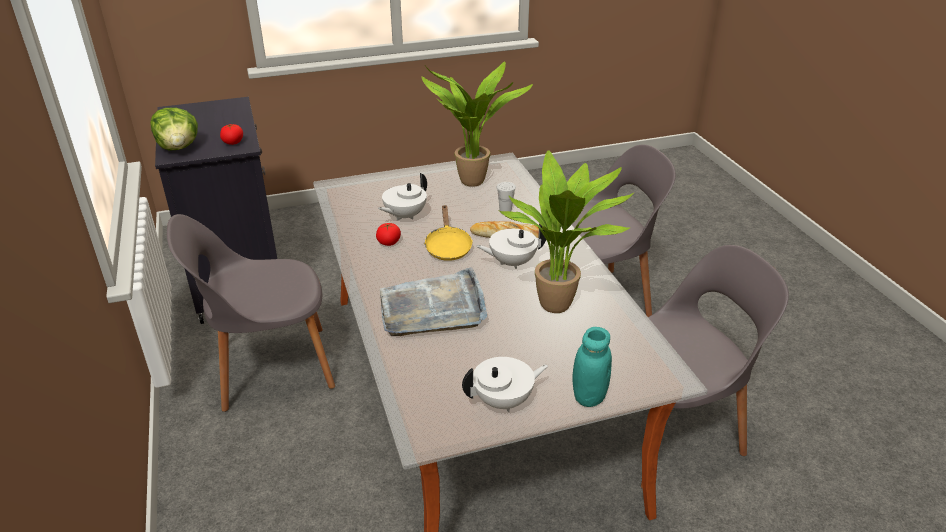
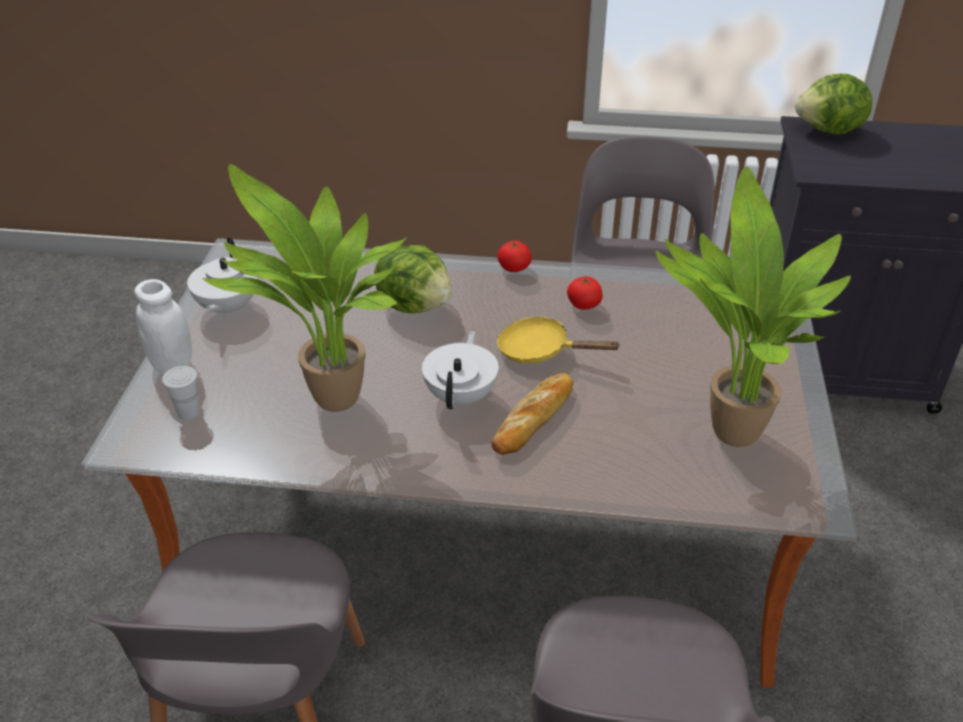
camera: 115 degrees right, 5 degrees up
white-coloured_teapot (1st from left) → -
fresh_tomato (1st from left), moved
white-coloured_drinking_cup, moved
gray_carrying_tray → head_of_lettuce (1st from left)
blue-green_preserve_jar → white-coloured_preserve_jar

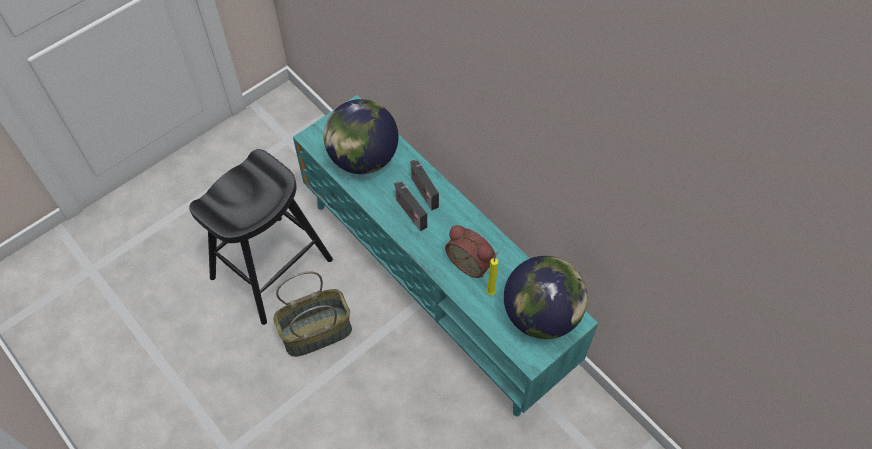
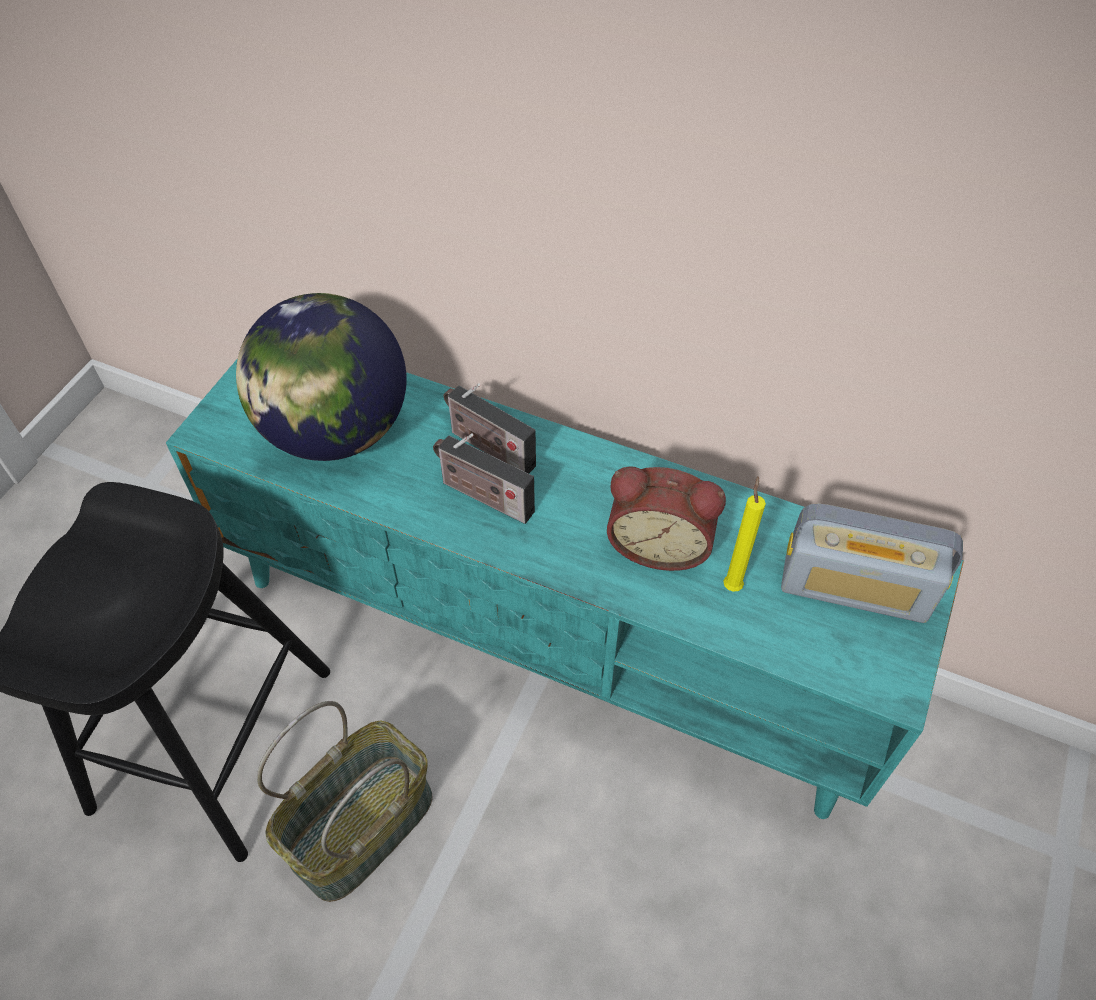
camera: 25 degrees left, 5 degrees down
globe (2nd from left) → radio (3rd from left)

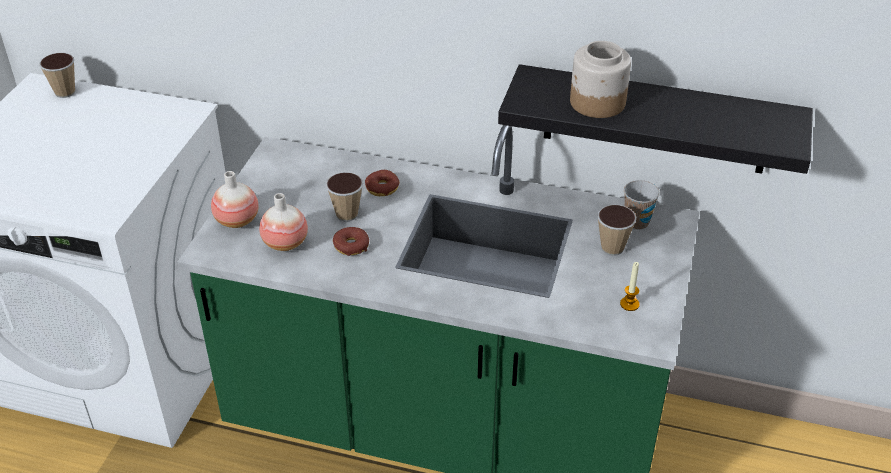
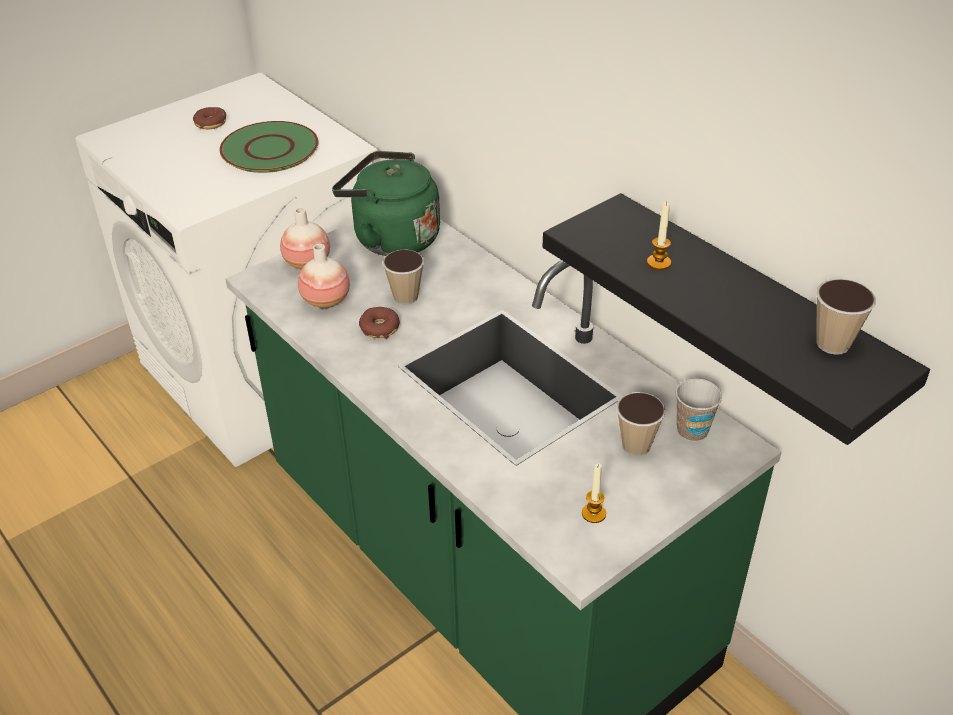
camera: 35 degrees right, 0 degrees up
- → green_plate
- → green_tea_kettle
drinking_cup (1st from left in the first image) → drinking_cup (4th from left), moved
doughnut (2nd from left in the first image) → doughnut (1st from left), moved
preserve_jar → wax_candle (2nd from left)

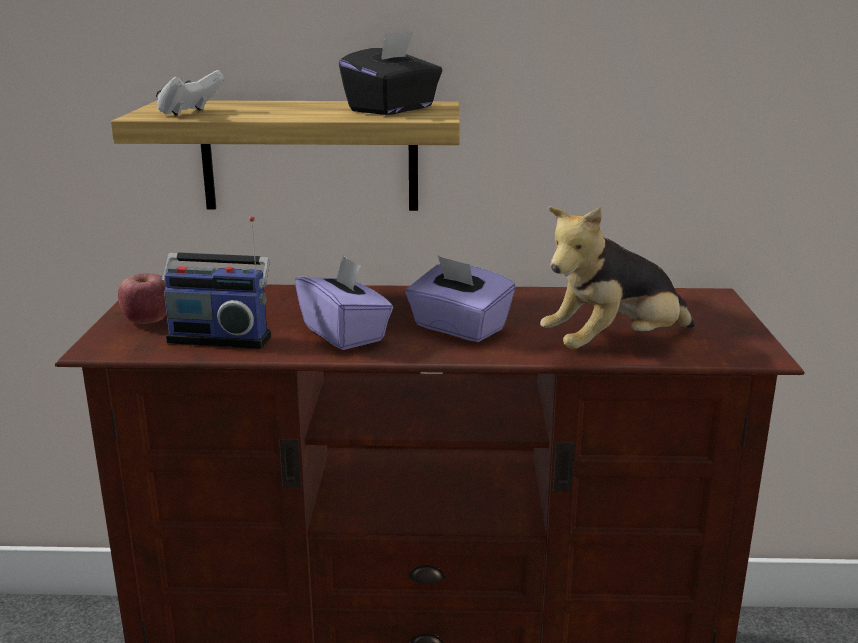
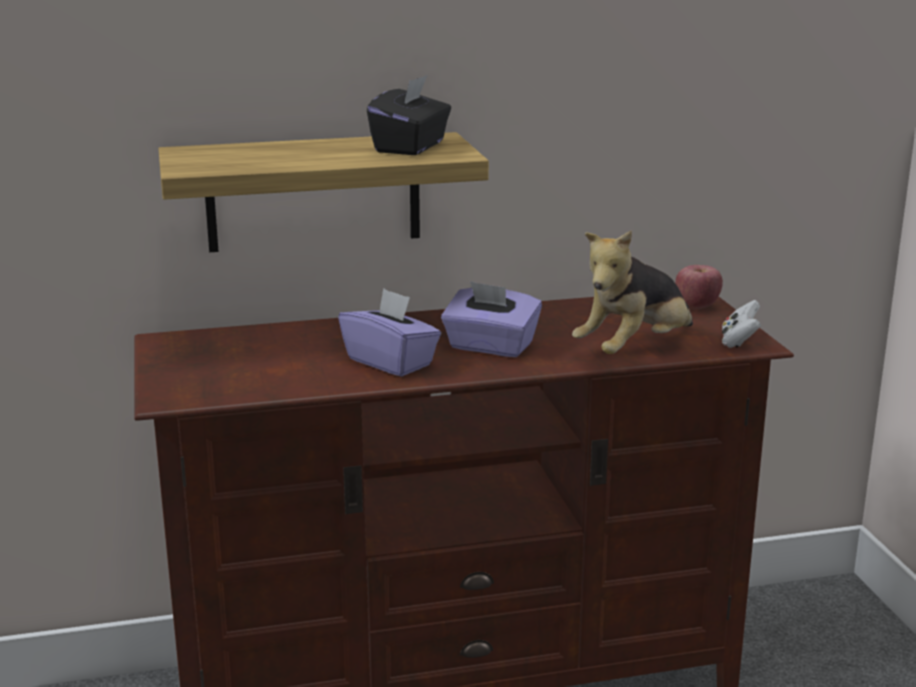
camera: 15 degrees left, 0 degrees up
radio → -
apple_fruit, moved
white-coloured_joypad, moved

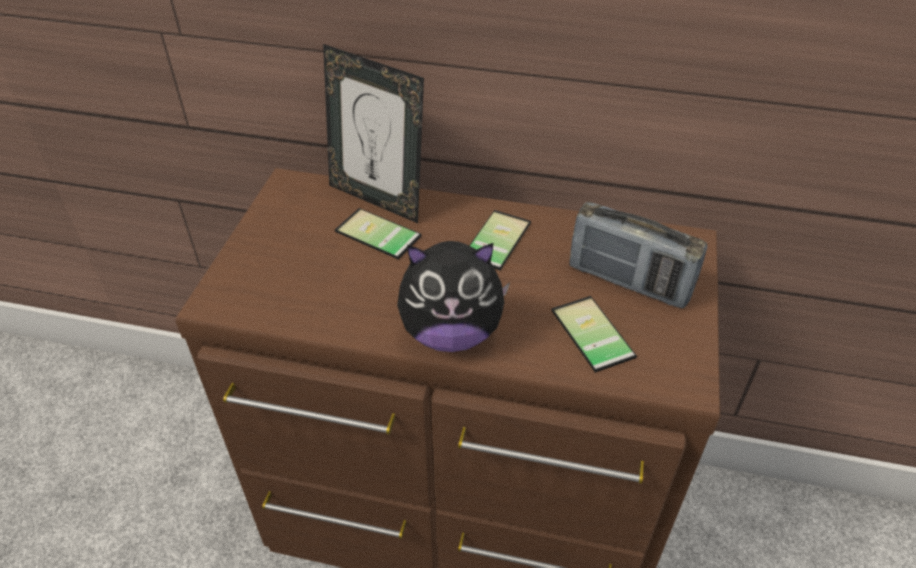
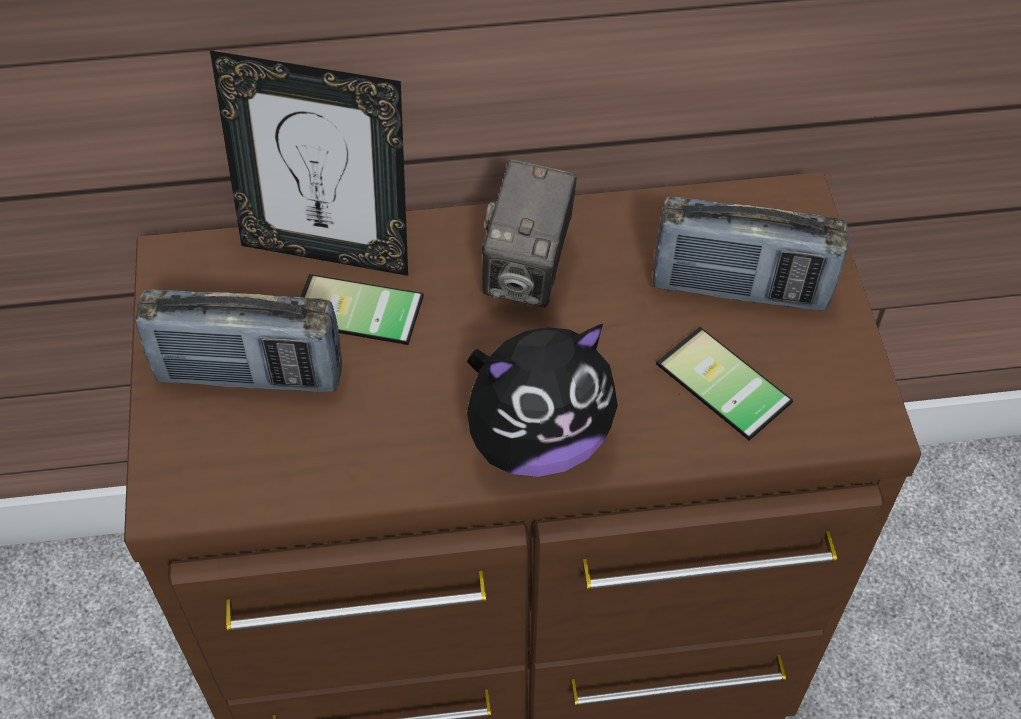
camera: 20 degrees left, 10 degrees up
- → radio (1st from left)
handset (2nd from left) → photo_camera

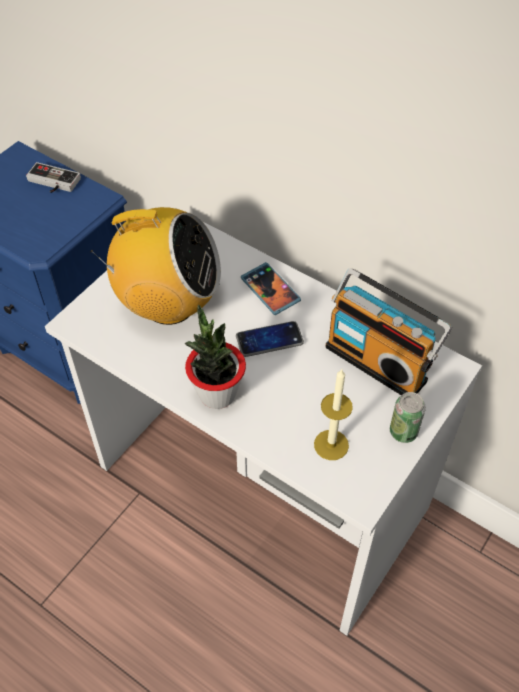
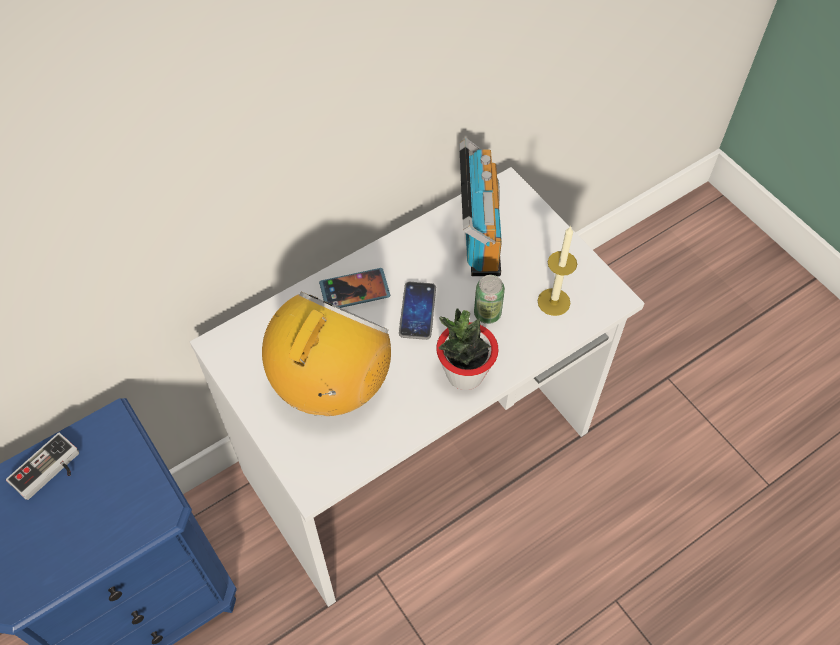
camera: 70 degrees left, 5 degrees up
sealed_can, moved
radio (2nd from left), 60 degrees counterclockwise

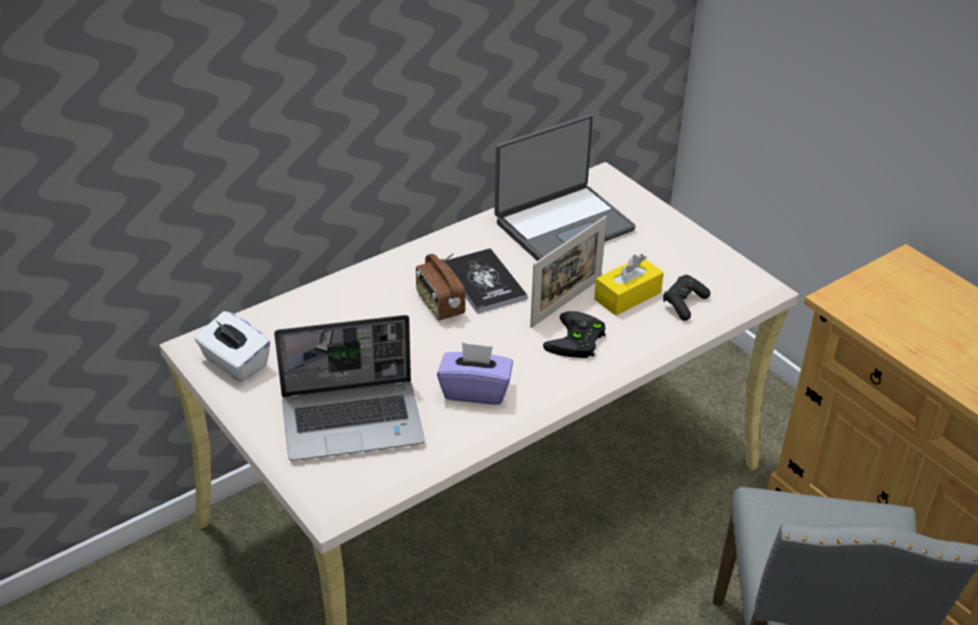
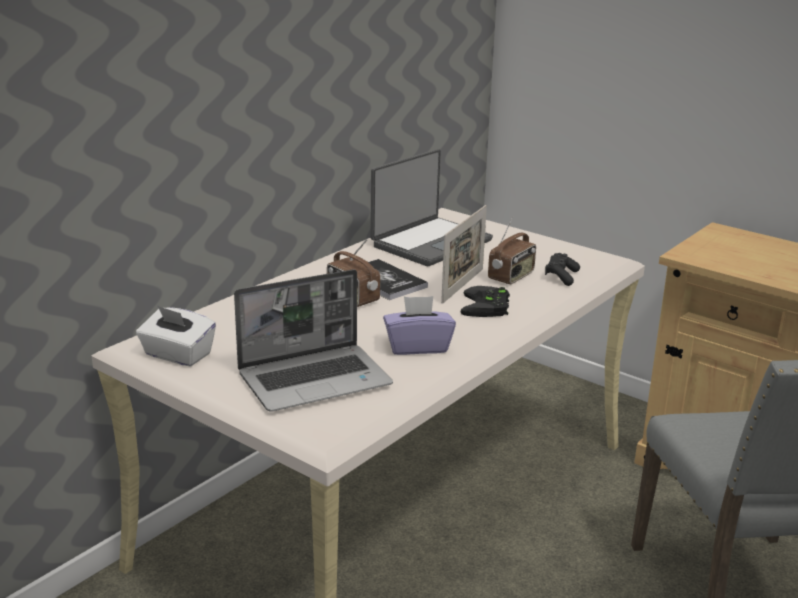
camera: 15 degrees left, 15 degrees down
yellow_tissue_holder → radio (2nd from left)

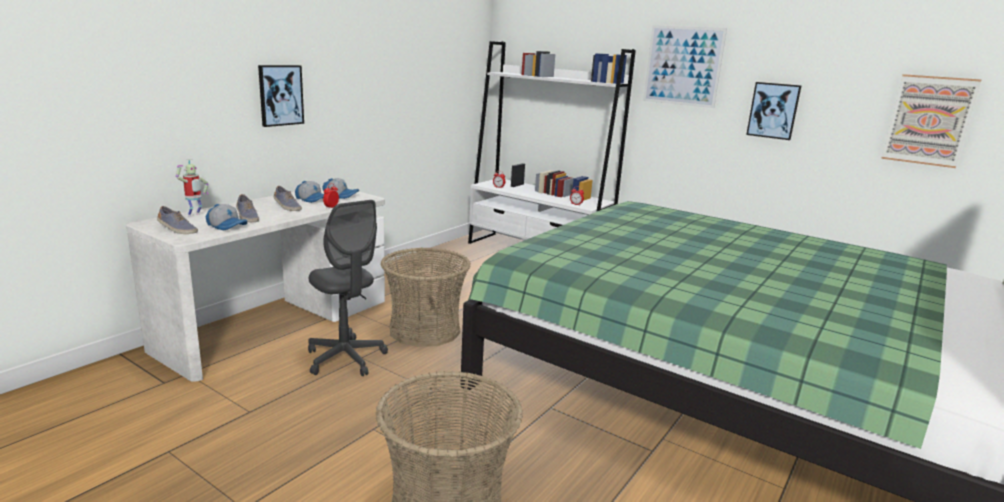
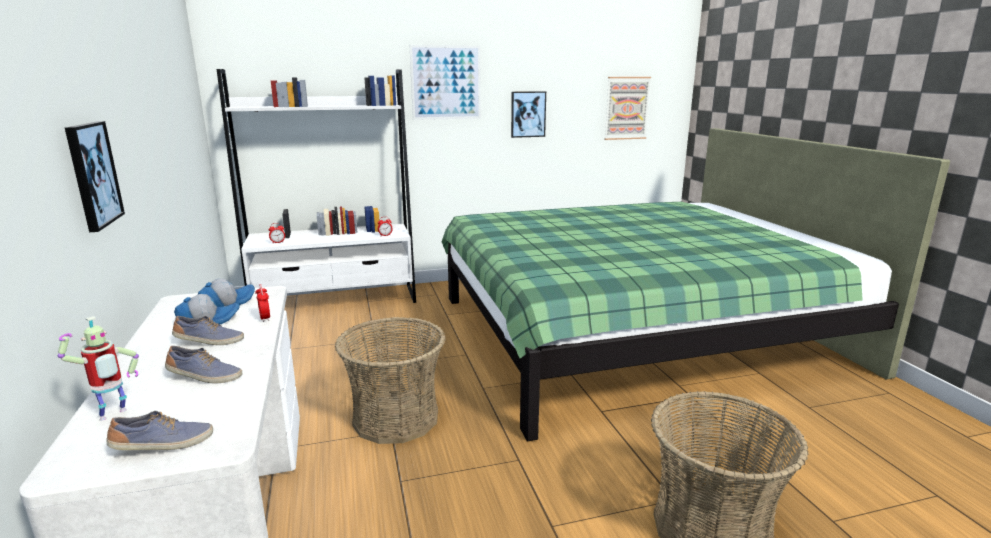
camera: 50 degrees left, 0 degrees up
peaked_cap (1st from left) → -
gray_desk_chair → -
toy_robot, 60 degrees clockwise

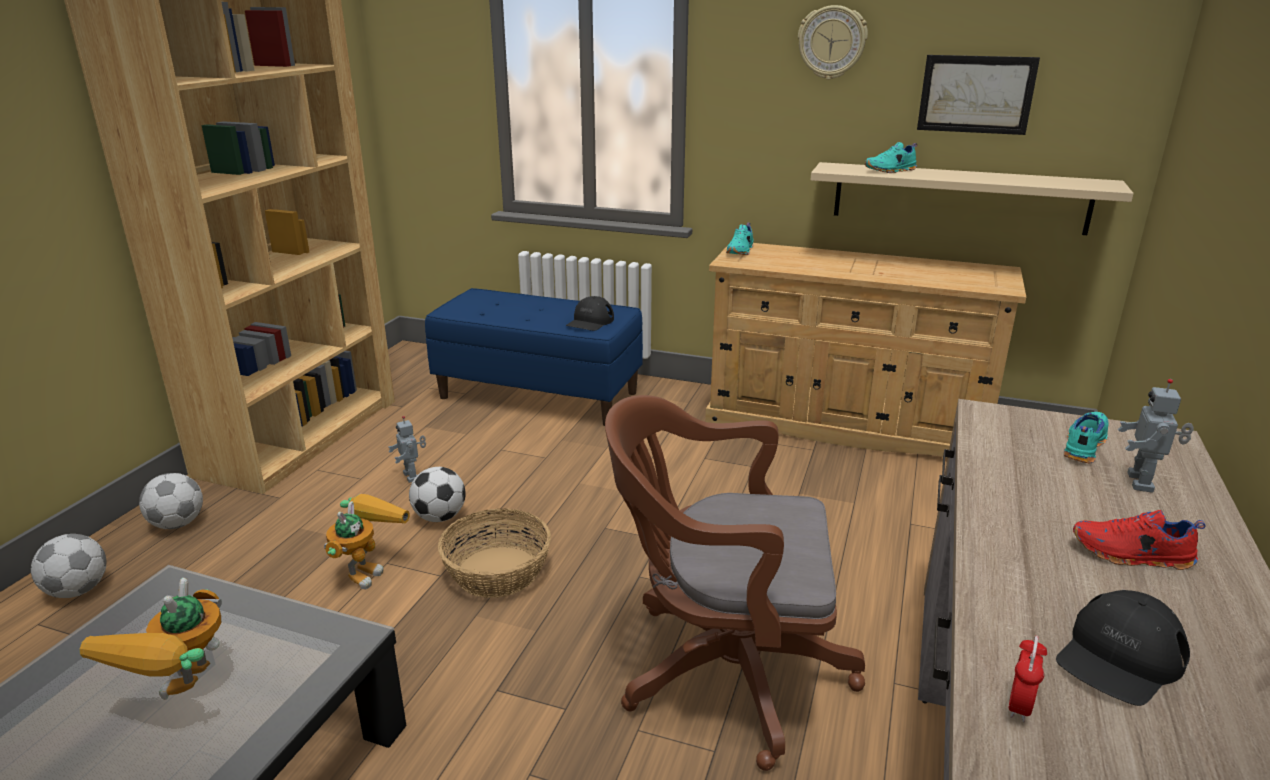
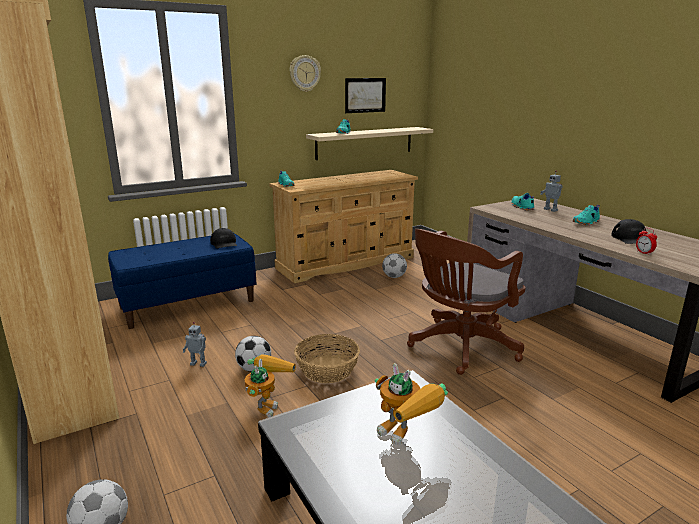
camera: 50 degrees left, 5 degrees down
ball_for_football (2nd from left in the first image) → ball_for_football (3rd from left), moved
red-coloured_low_shoe → blue-green_low_shoe (4th from left)
toy_robot (2nd from left), 45 degrees clockwise

